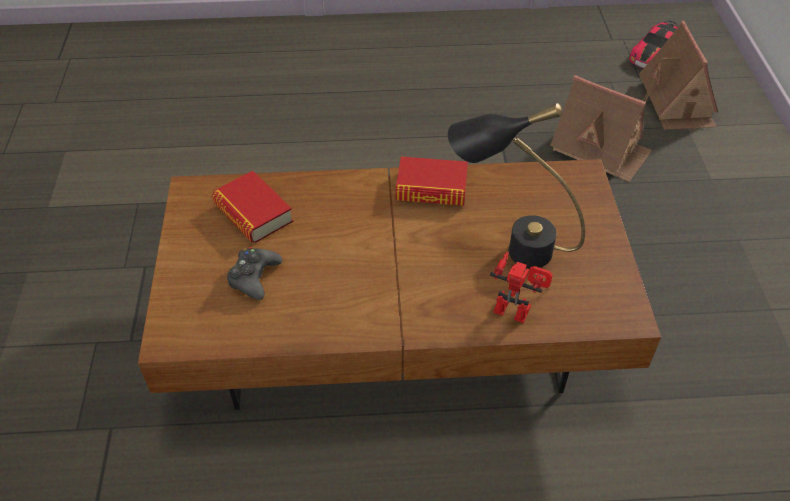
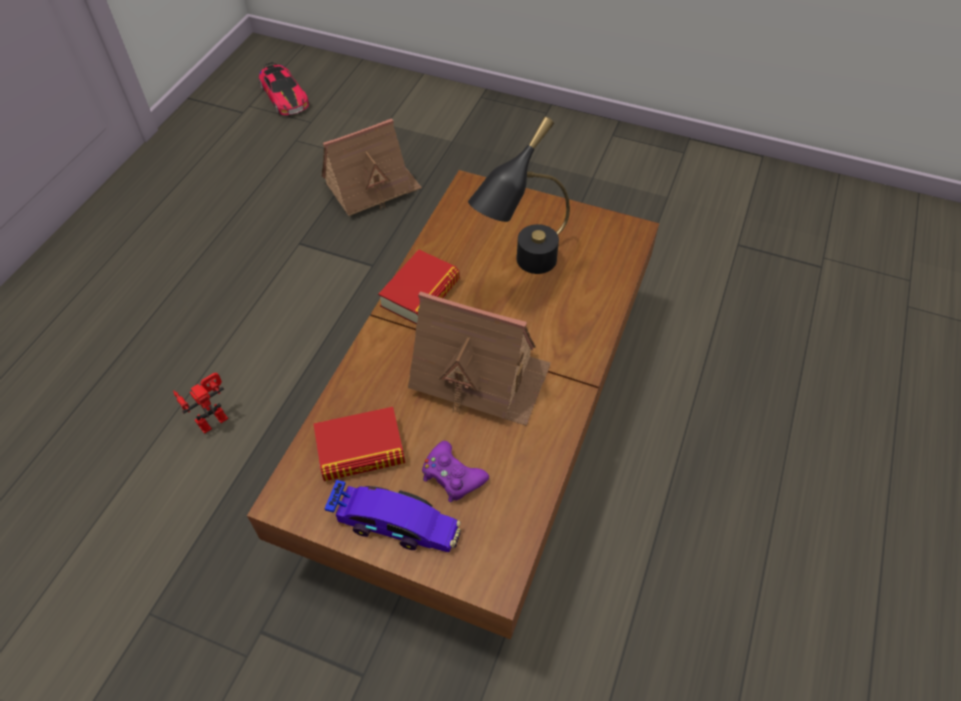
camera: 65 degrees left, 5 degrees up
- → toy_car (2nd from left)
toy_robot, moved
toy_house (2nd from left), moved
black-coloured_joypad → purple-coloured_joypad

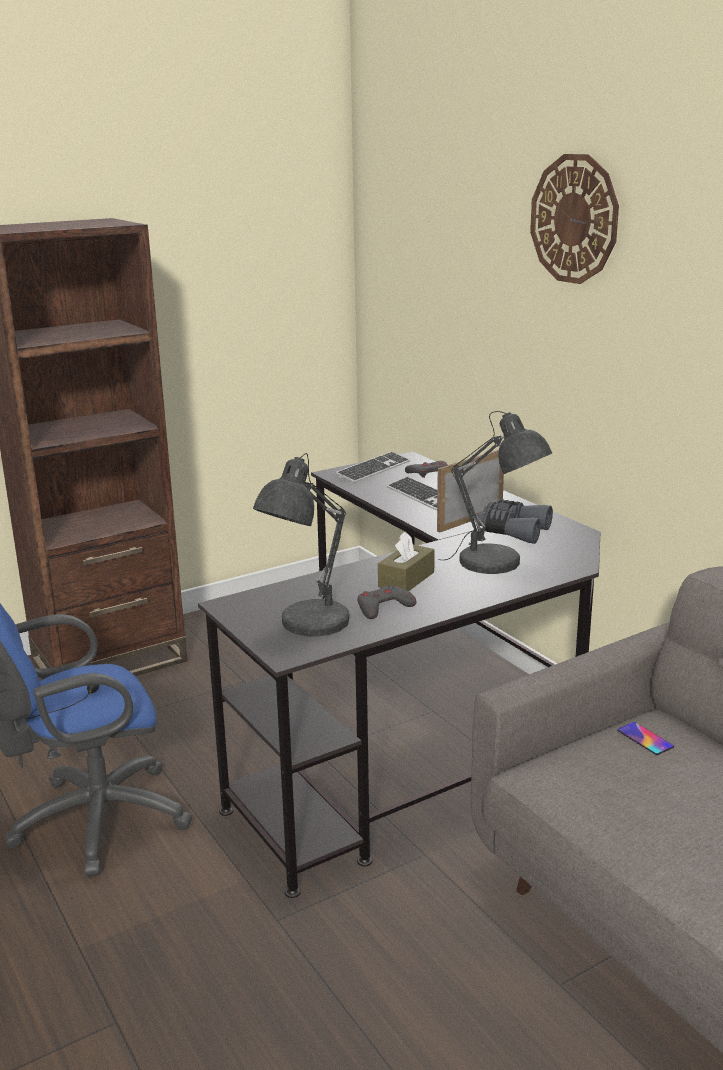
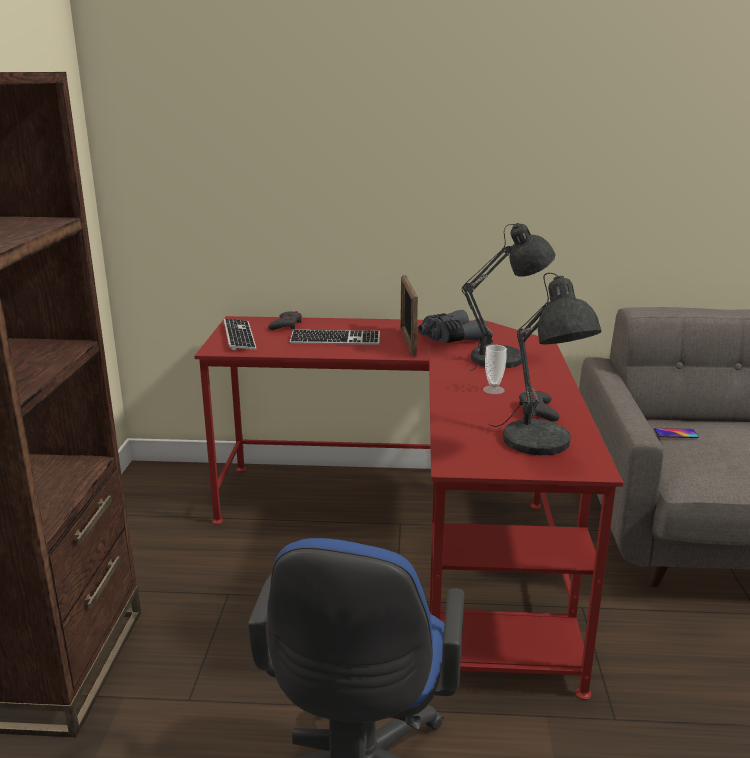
camera: 55 degrees left, 0 degrees up
wall_clock → -
brown_tissue_holder → drinking_cup
black-coloured_desk_table → red-coloured_desk_table

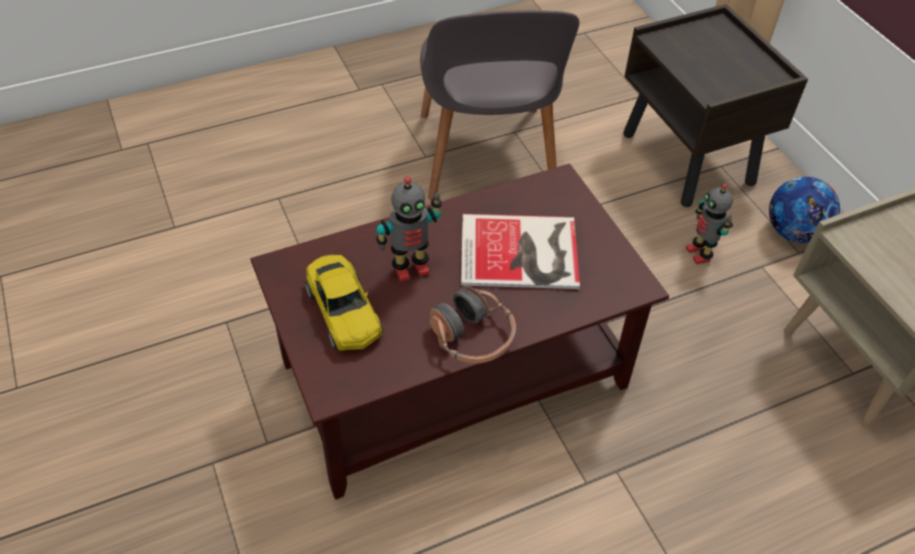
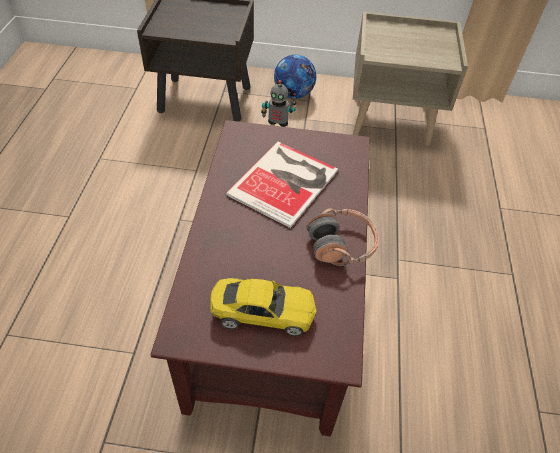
camera: 60 degrees left, 0 degrees up
toy_robot (1st from left) → -
gray_upright_chair → -

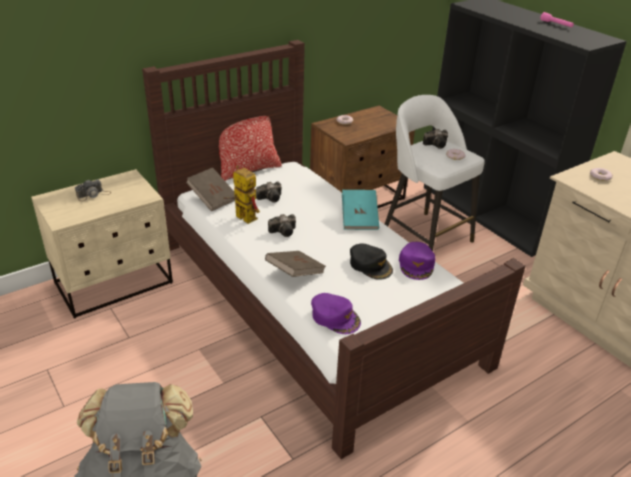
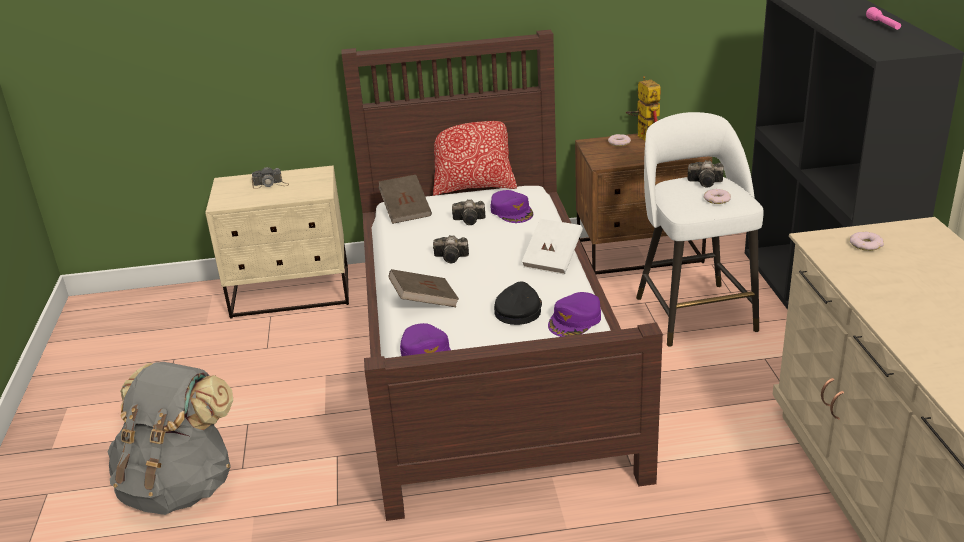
camera: 30 degrees right, 5 degrees down
- → purple-coloured_peaked_cap (2nd from left)
toy_robot, moved
blue-green_bound_book → white-coloured_bound_book
black-coloured_peaked_cap, 150 degrees counterclockwise

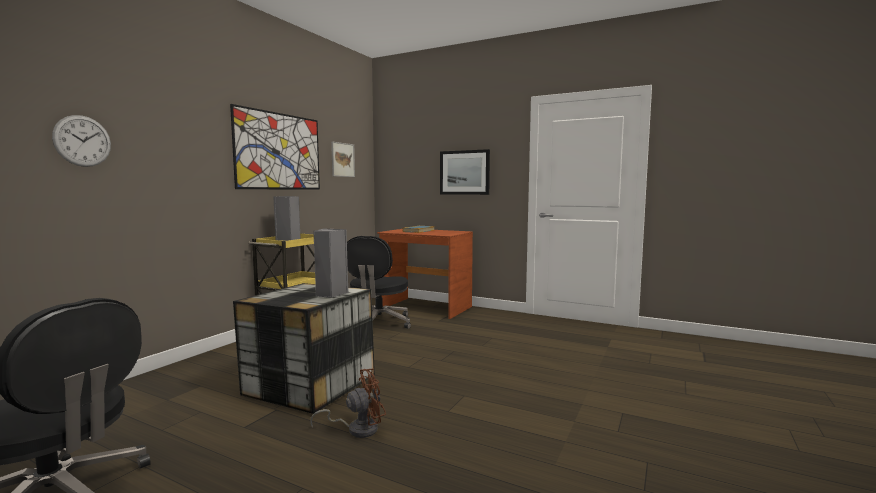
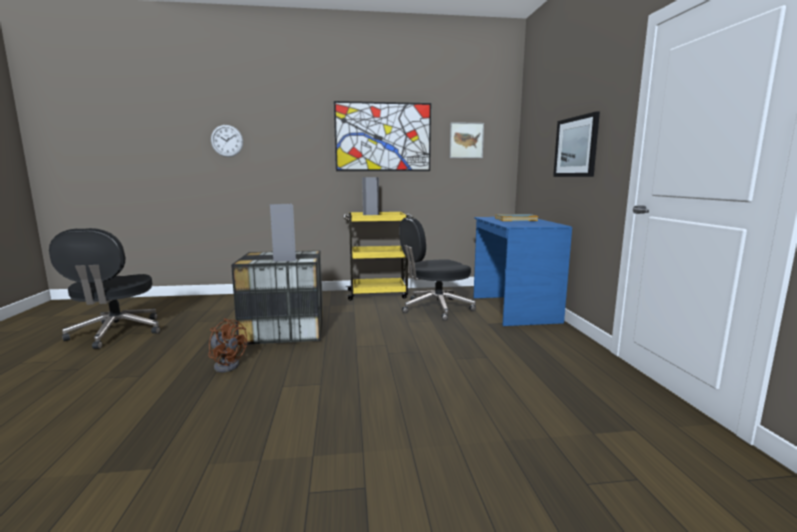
camera: 55 degrees right, 5 degrees up
brown_desk_table → blue-coloured_desk_table

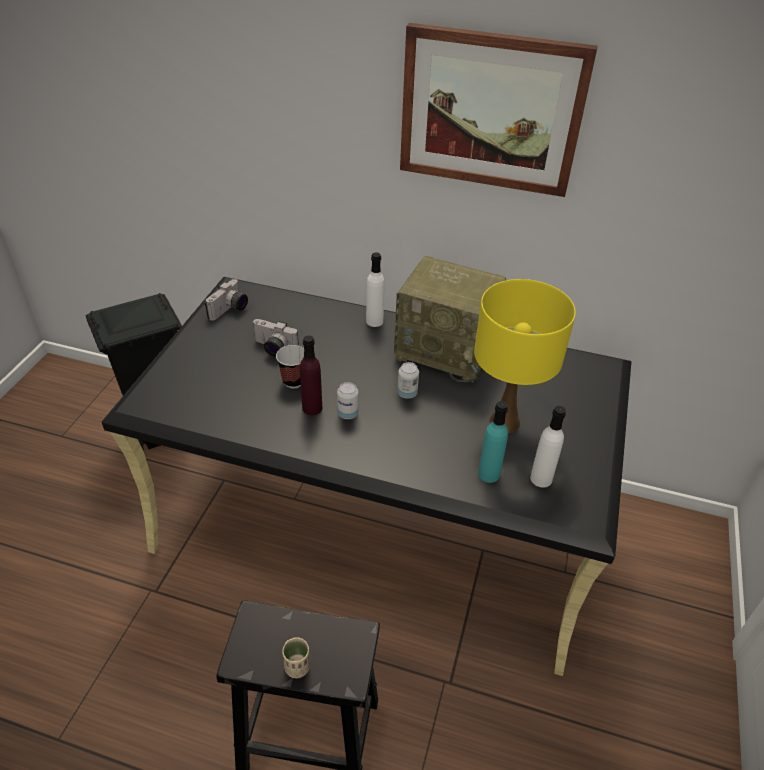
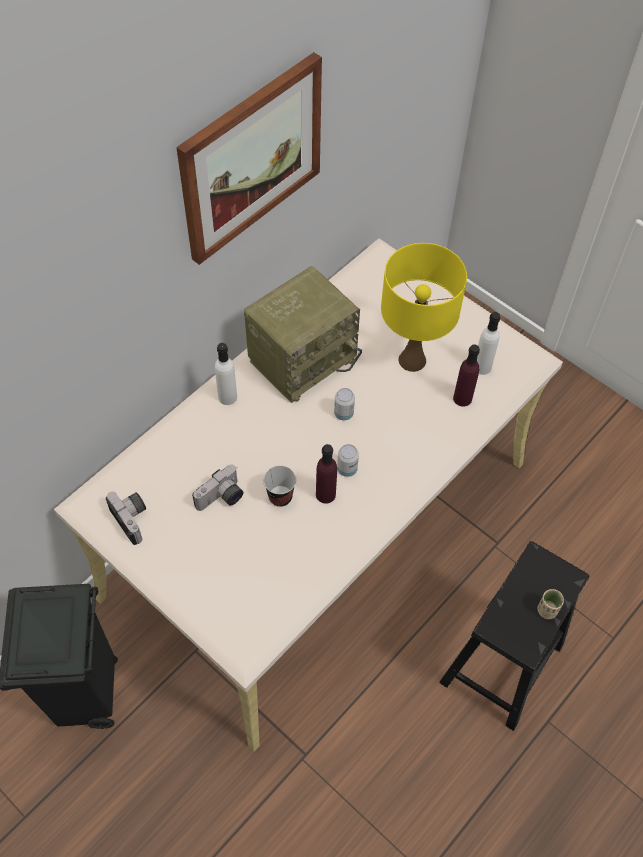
camera: 65 degrees left, 15 degrees up
black-coloured_desk_table → beige-coloured_desk_table
blue-green_bottle → purple-coloured_bottle (2nd from left)

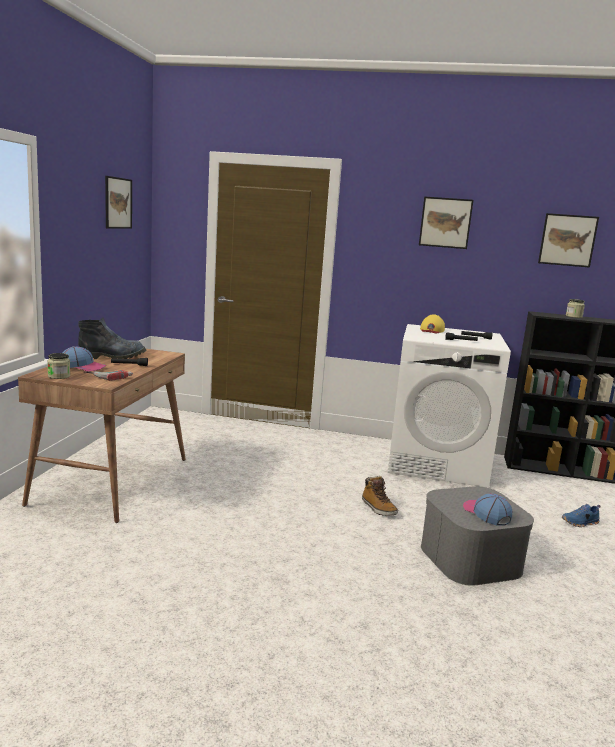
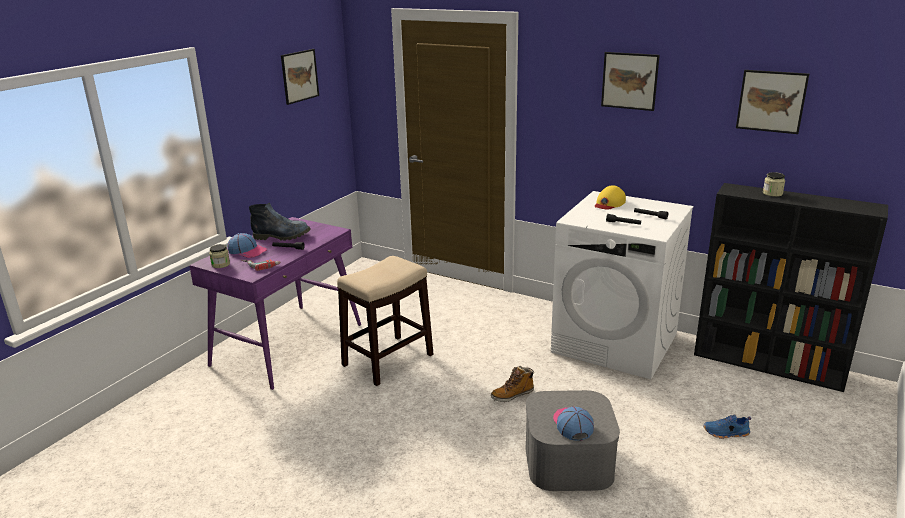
camera: 20 degrees right, 10 degrees up
- → sitting_stool
brown_desk_table → purple-coloured_desk_table
boot (2nd from left), 75 degrees clockwise

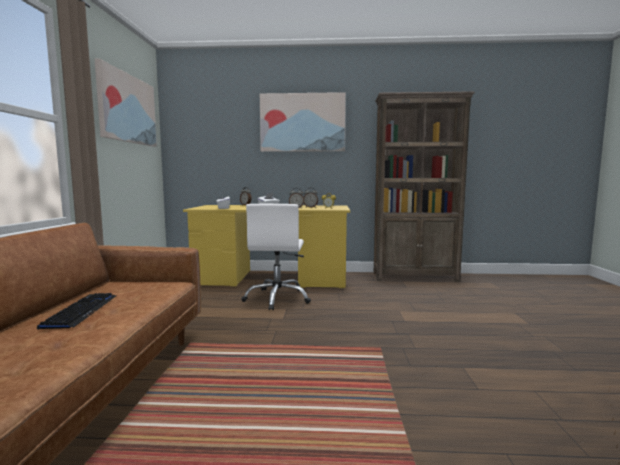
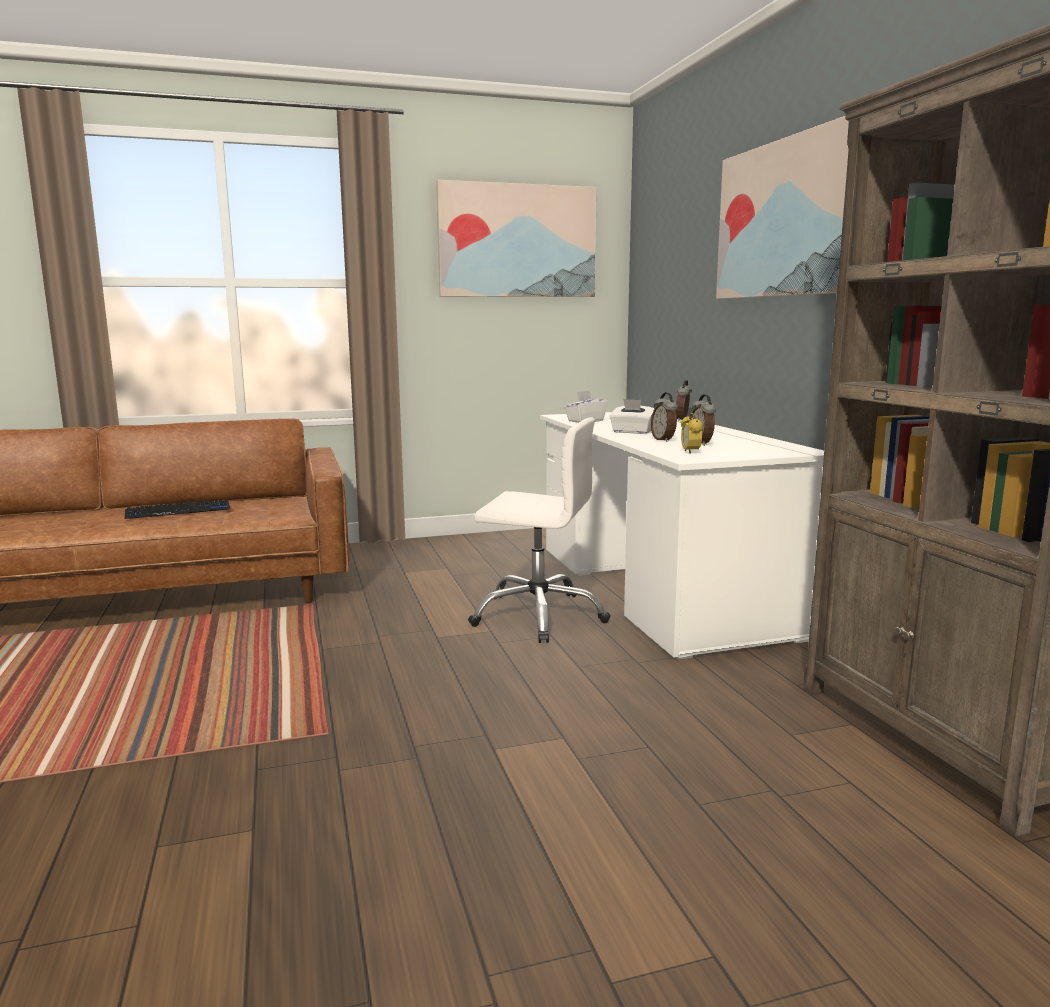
camera: 70 degrees right, 5 degrees up
yellow_desk_table → white-coloured_desk_table
white-coloured_desk_chair, 150 degrees counterclockwise

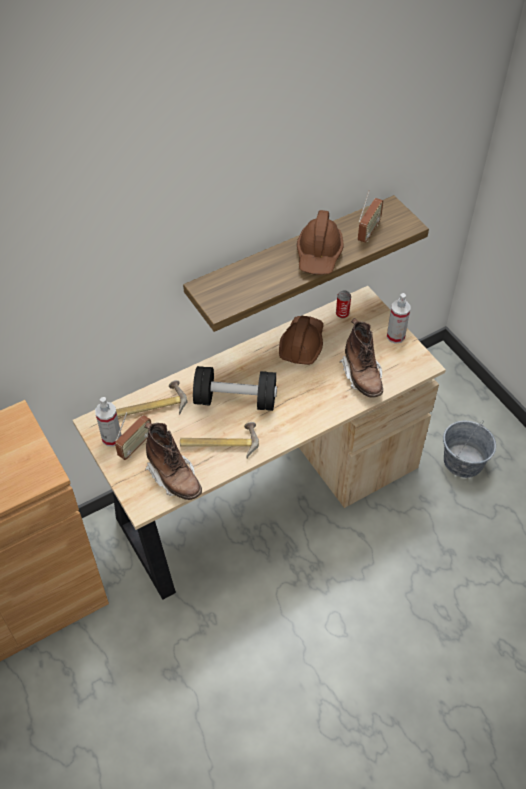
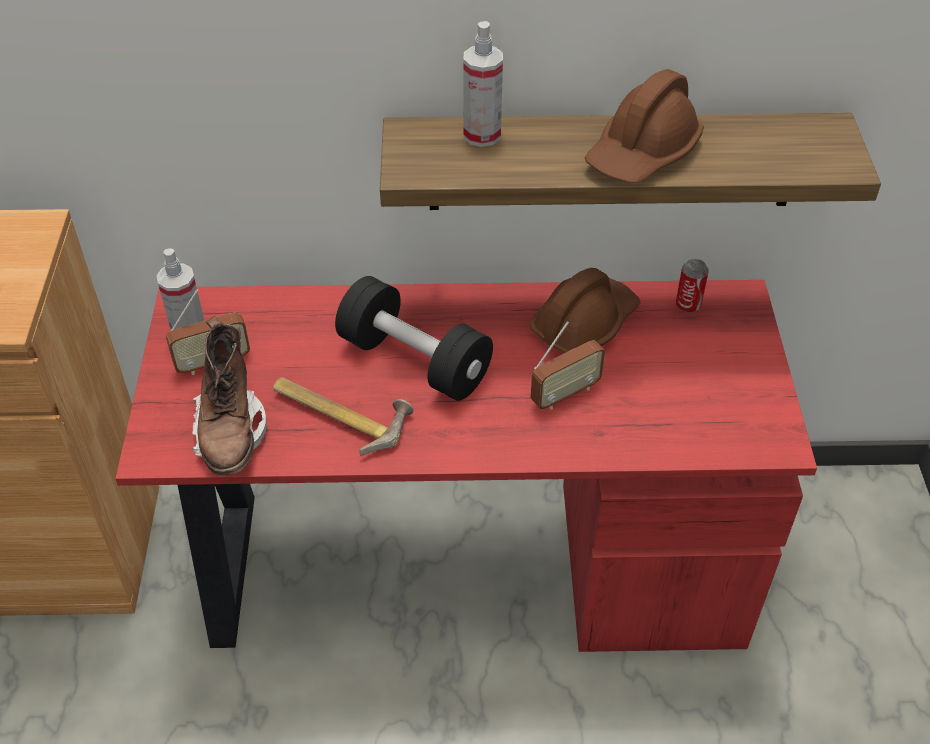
camera: 30 degrees right, 5 degrees down
hand_hammer (1st from left) → -
brown_boot (2nd from left) → -
gray_water_bucket → -
radio (2nd from left), moved
hand_sprayer (2nd from left), moved
beige-coloured_desk_table → red-coloured_desk_table

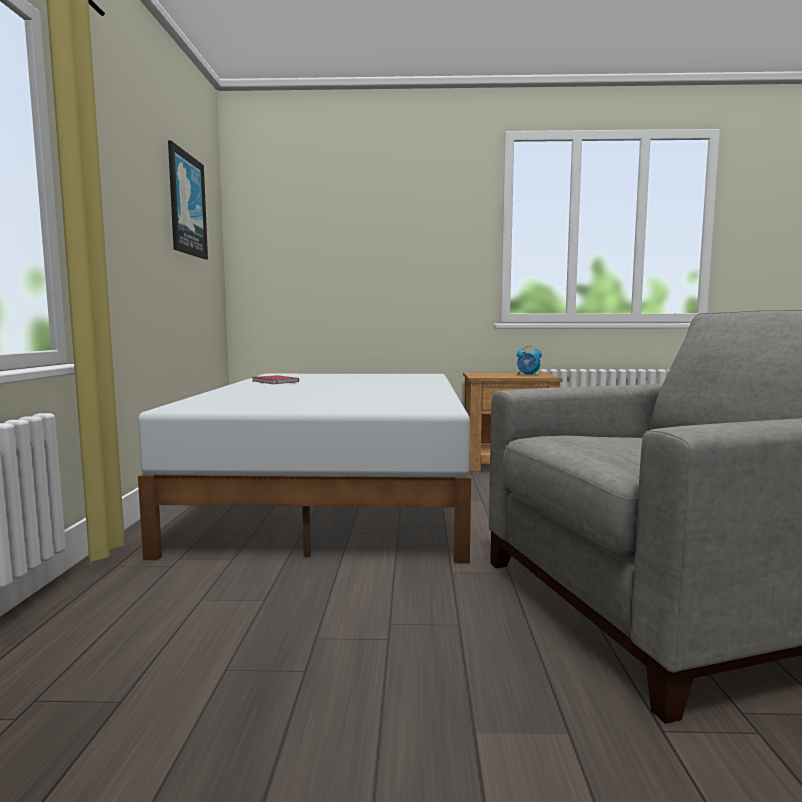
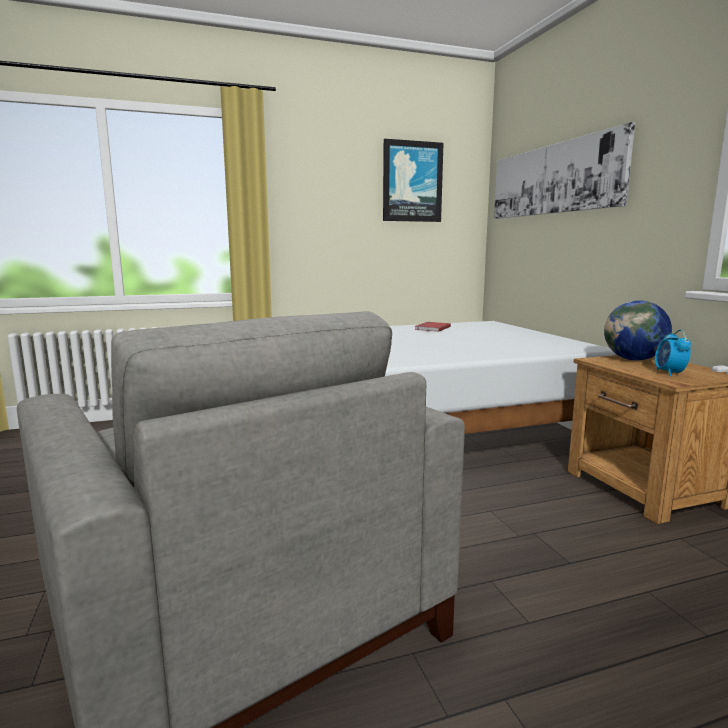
camera: 70 degrees right, 5 degrees up
- → wall_picture (2nd from left)
- → globe

